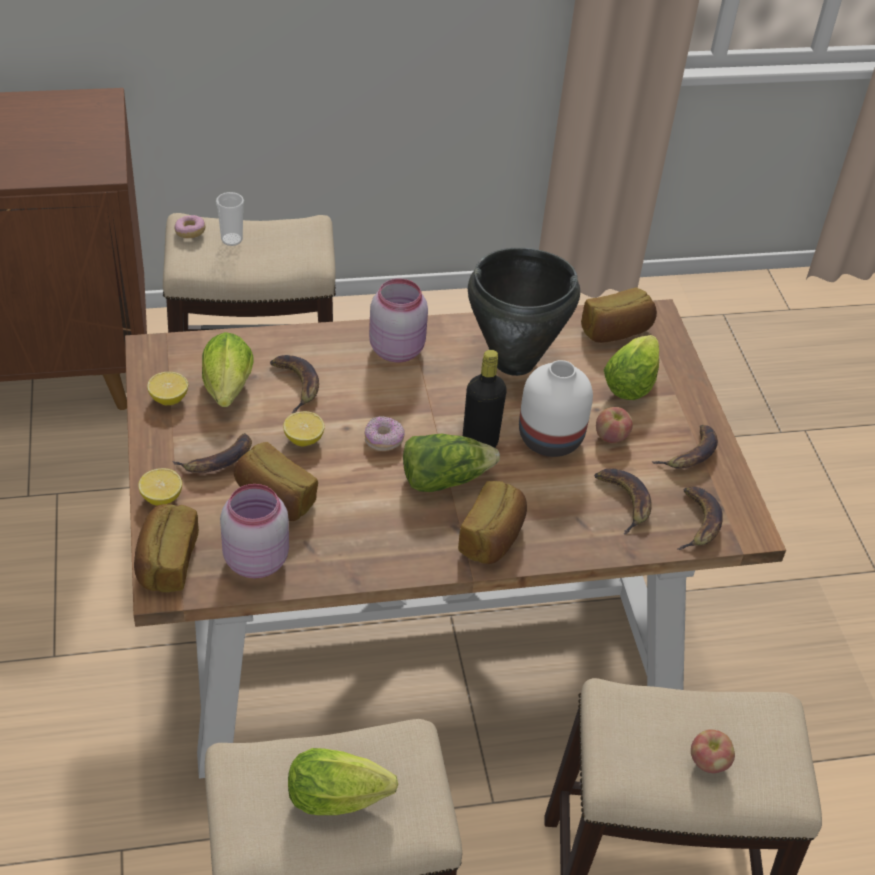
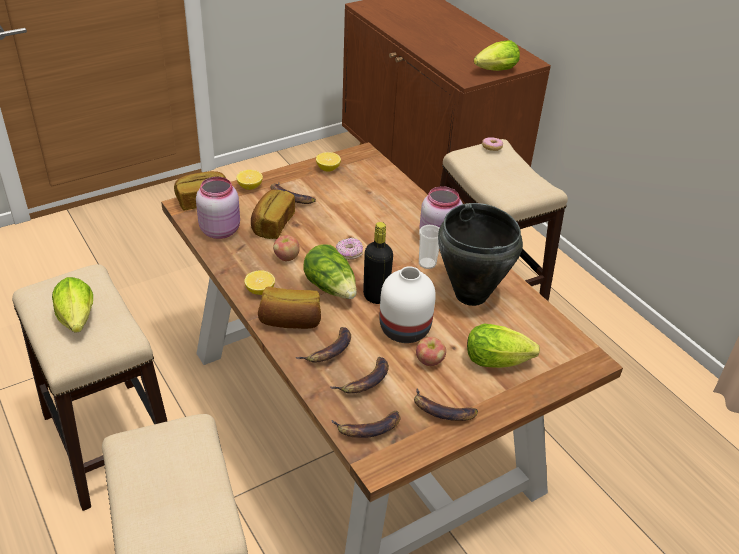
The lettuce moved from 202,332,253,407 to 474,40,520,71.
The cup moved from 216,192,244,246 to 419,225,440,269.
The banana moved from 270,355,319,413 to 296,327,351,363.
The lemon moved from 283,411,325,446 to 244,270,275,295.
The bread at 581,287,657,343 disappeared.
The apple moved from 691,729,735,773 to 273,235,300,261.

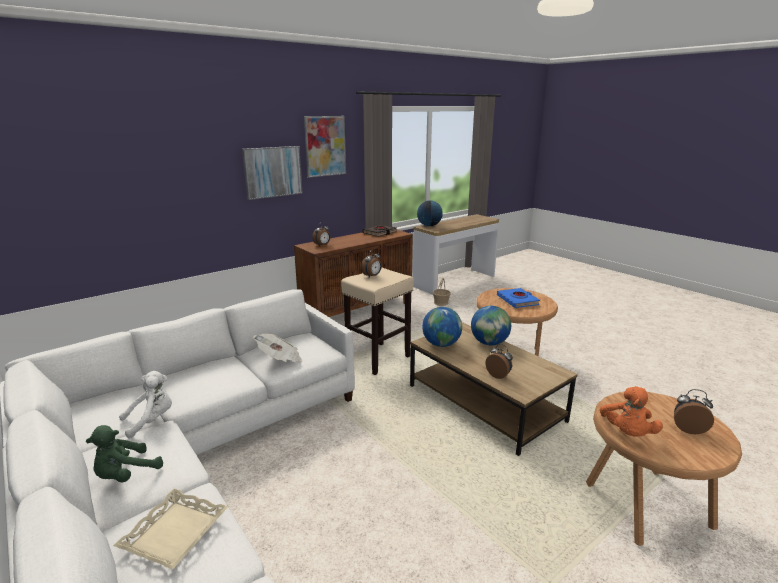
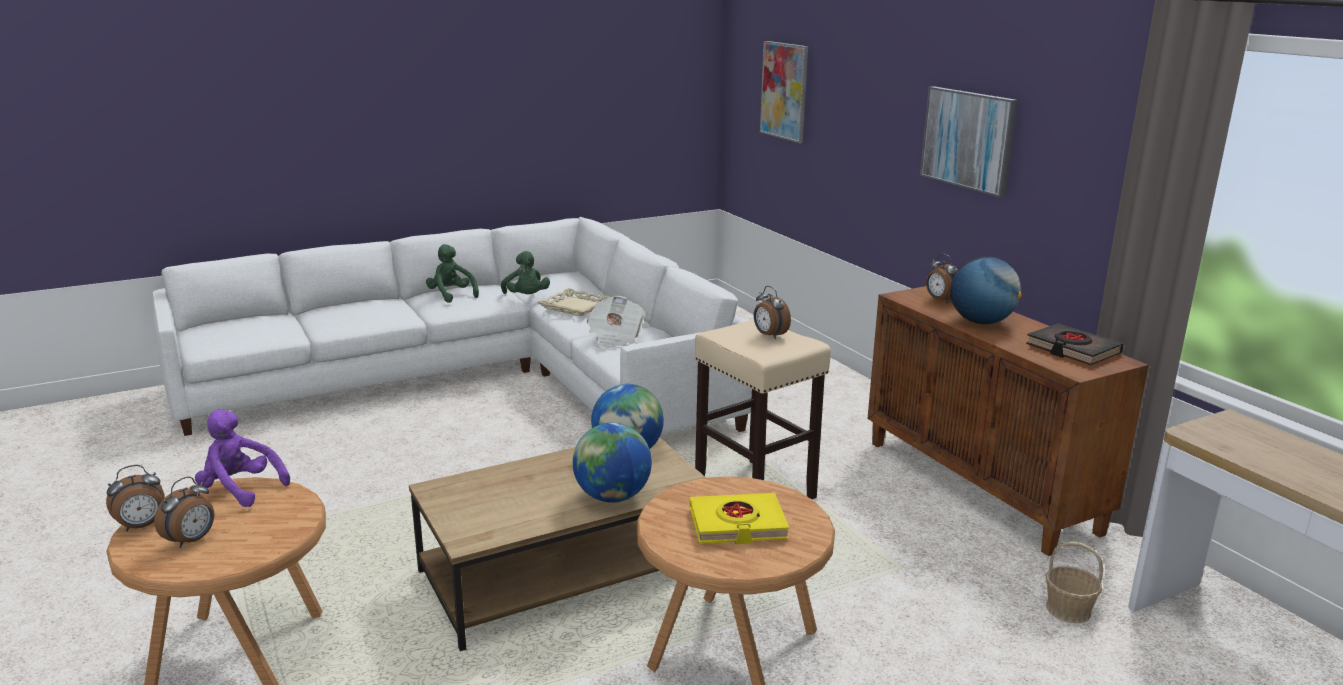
The beige tray moved from 113,488,229,570 to 537,288,610,316.
The white plush toy at 119,371,172,439 became the green plush toy at 501,251,550,294.
The picture moved from 304,116,346,178 to 760,41,808,143.
The globe moved from 417,200,443,226 to 951,257,1022,324.
The alarm clock moved from 485,344,513,379 to 106,465,165,531.
The blue book at 497,288,540,308 became the yellow book at 689,493,789,544.
The orange plush toy at 600,386,663,437 became the purple plush toy at 195,409,290,507.

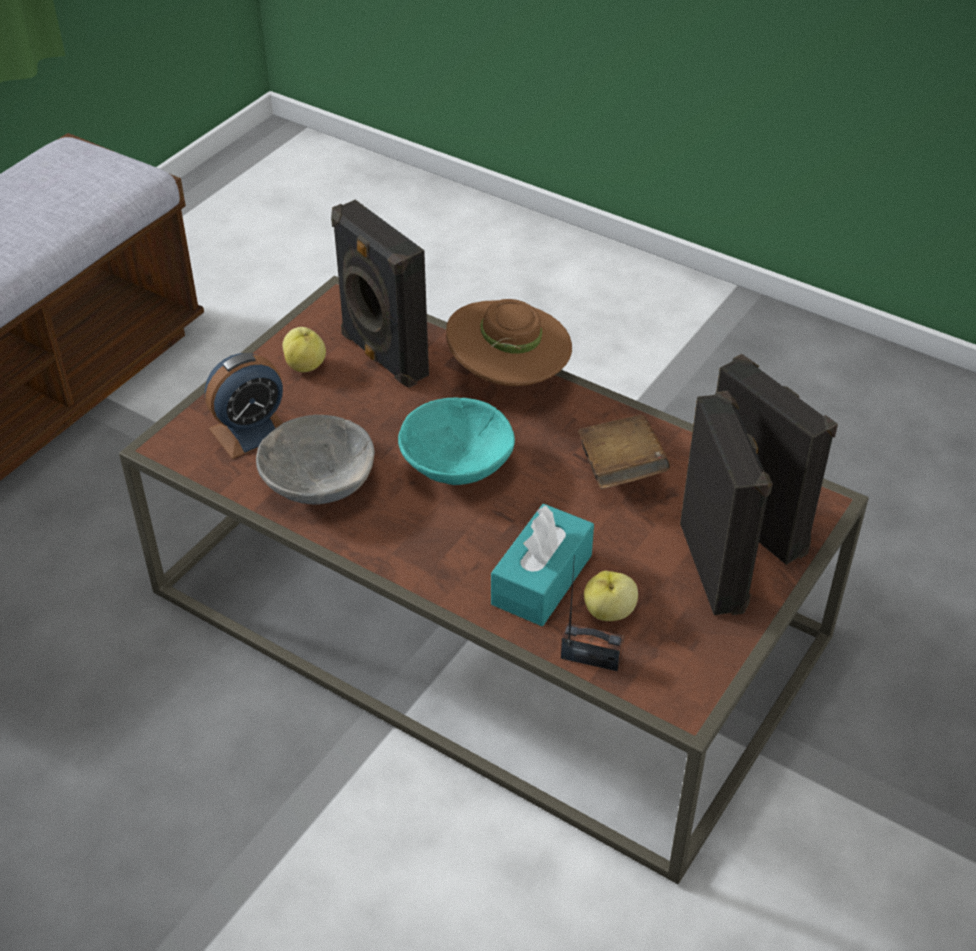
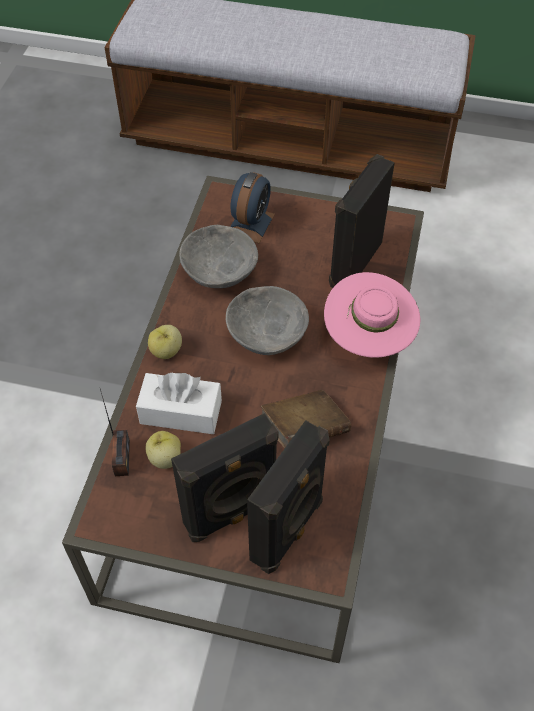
The alarm clock at 205,353,283,459 turned 105 degrees counterclockwise.
The apple moved from 282,327,326,372 to 148,325,182,359.
The turquoise bowl at 398,398,515,485 became the grey bowl at 226,286,309,355.
The brown hat at 446,299,572,386 became the pink hat at 324,272,420,358.
The turquoise tissue box at 491,504,594,626 became the white tissue box at 136,372,222,434.

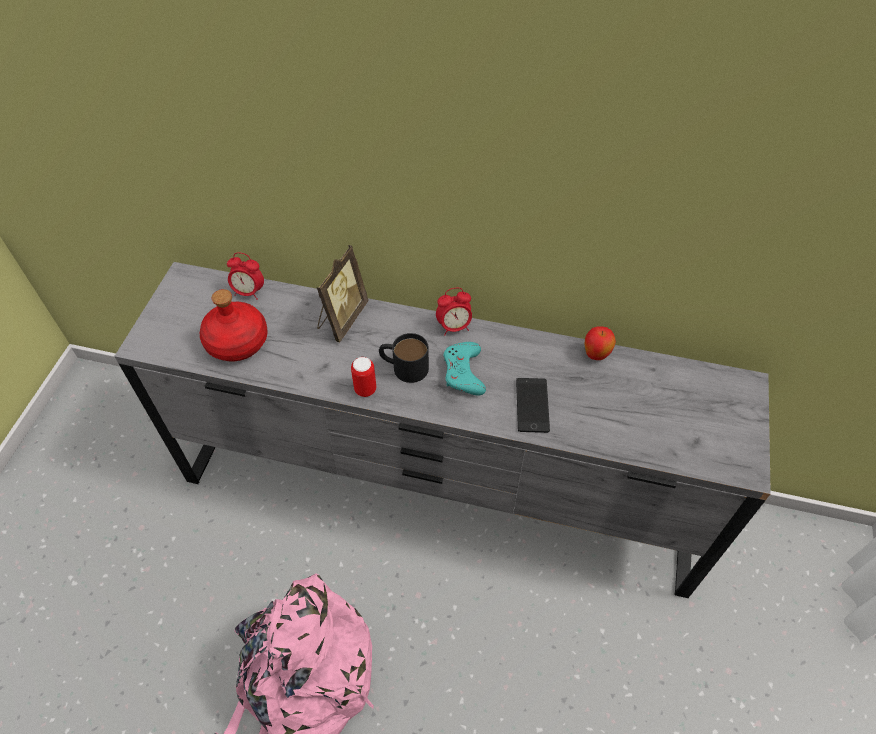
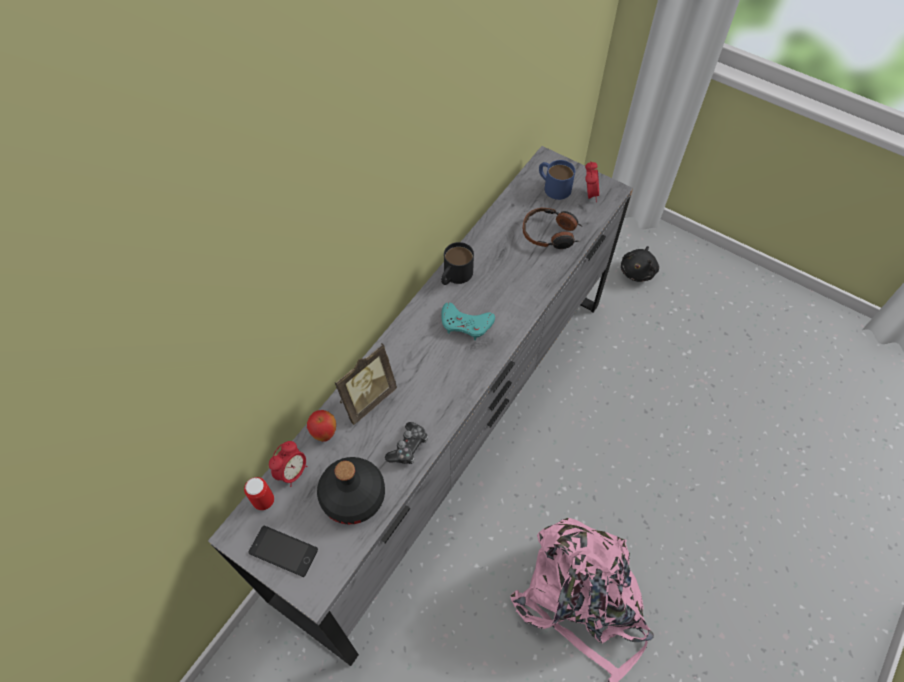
The red bottle at 200,289,268,361 became the black bottle at 317,457,385,524.
The picture frame at 316,245,368,342 turned 90 degrees clockwise.
The can moved from 351,357,376,397 to 244,477,274,510.
The black mug moved from 379,333,429,383 to 441,242,474,285.
The alarm clock moved from 436,287,472,336 to 585,162,599,202.
The phone moved from 516,378,550,433 to 248,526,318,577.
The apple moved from 584,326,616,360 to 307,410,336,442.
The game controller at 385,422,428,464 appeared.
The headphones at 523,208,581,249 appeared.
The blue mug at 539,160,575,200 appeared.
The black plush toy at 621,246,659,282 appeared.

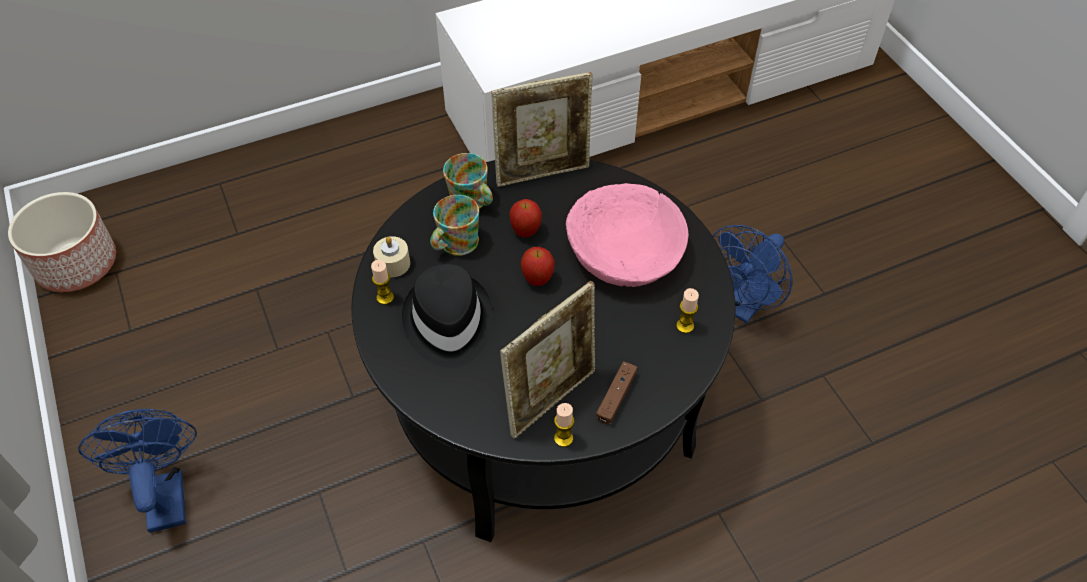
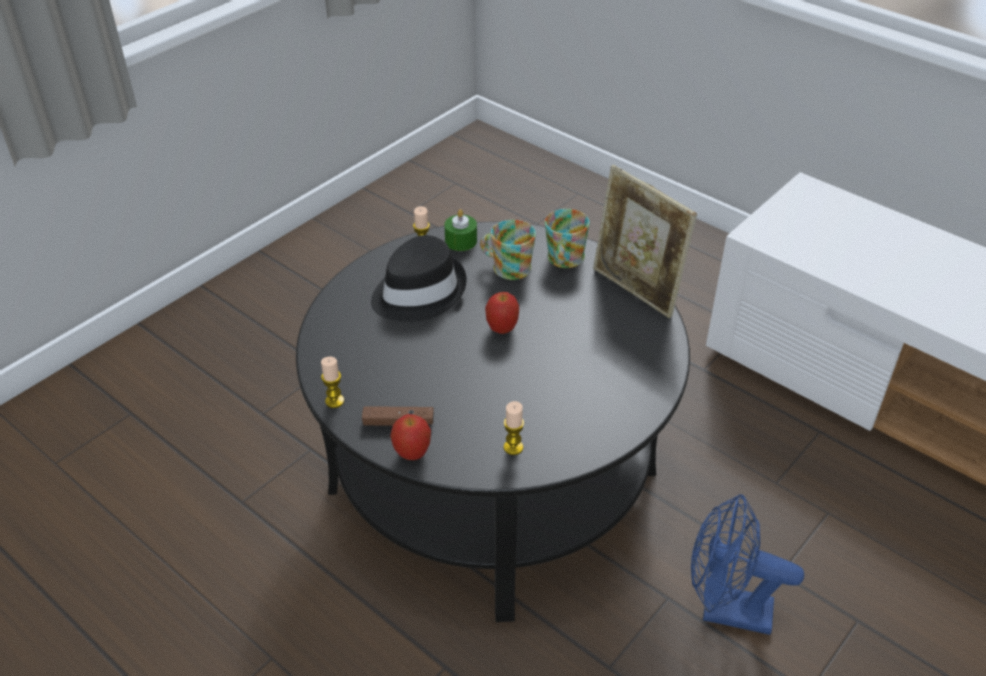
The planter at 8,192,116,292 disappeared.
The blue fan at 78,409,197,533 disappeared.
The beige candle at 373,236,410,277 became the green candle at 444,209,477,251.
The picture frame at 500,281,595,439 disappeared.
The apple moved from 510,199,542,237 to 390,414,431,460.
The pink bowl at 566,183,689,287 disappeared.

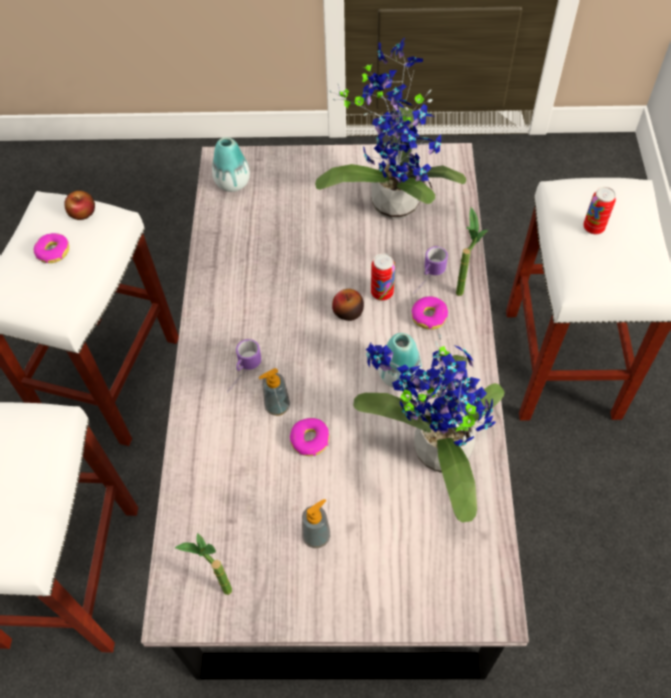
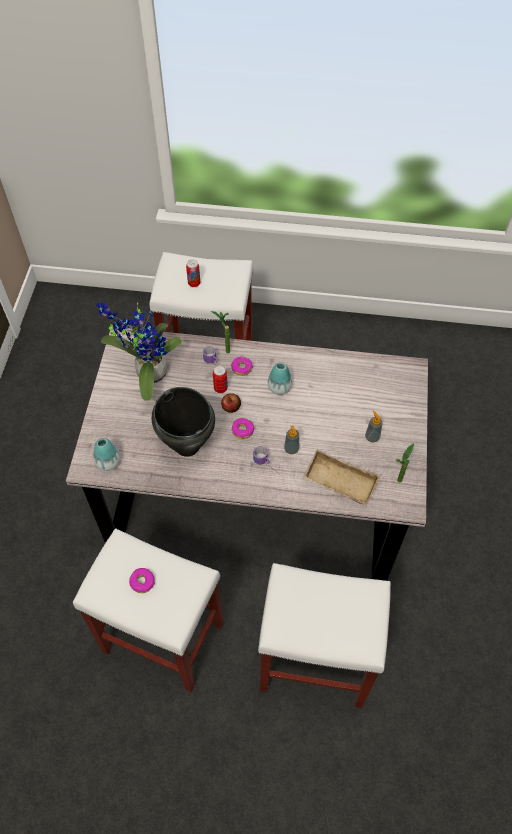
The apple at 64,190,95,220 disappeared.
The donut moved from 290,418,329,456 to 232,418,254,439.
The potted plant at 353,334,505,522 disappeared.
The black cooking pot at 152,387,215,457 appeared.
The beige tray at 302,450,381,505 appeared.

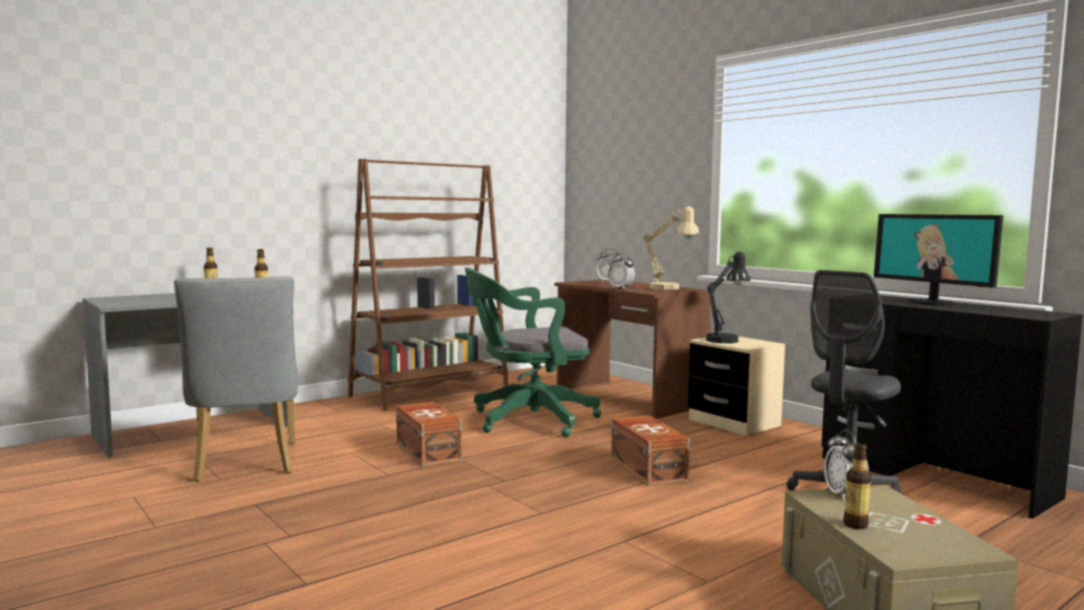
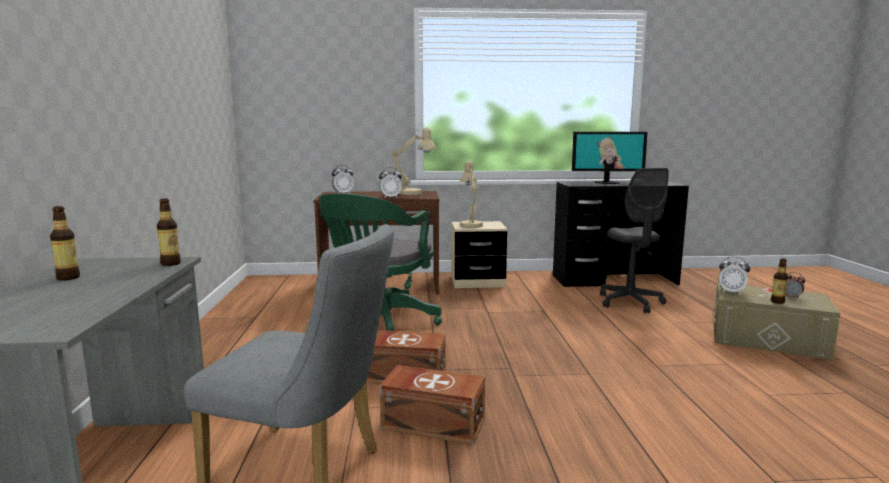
The brown bookcase at 348,159,508,411 disappeared.
The brown storage box moved from 611,415,690,486 to 380,365,485,445.
The black table lamp at 706,252,751,344 became the beige table lamp at 460,160,483,228.
The alarm clock at 785,272,806,299 appeared.

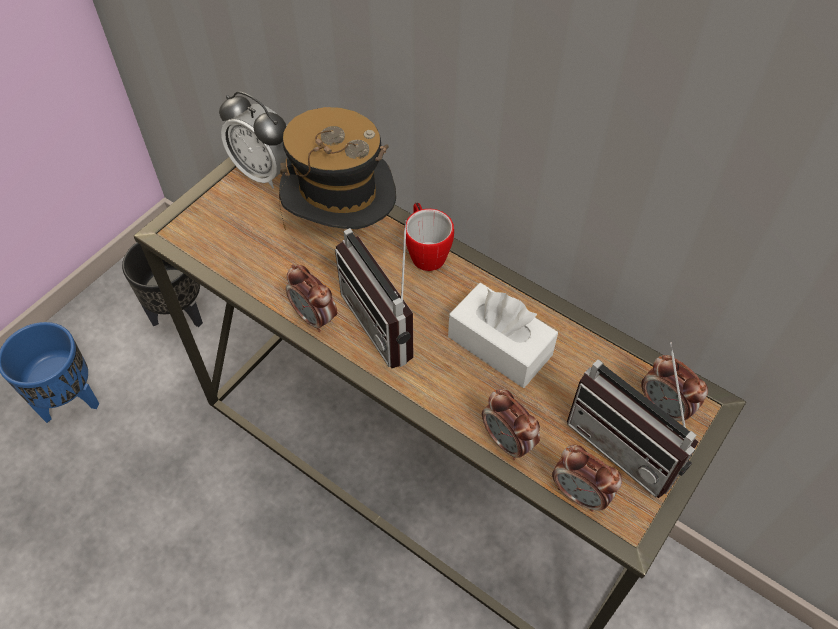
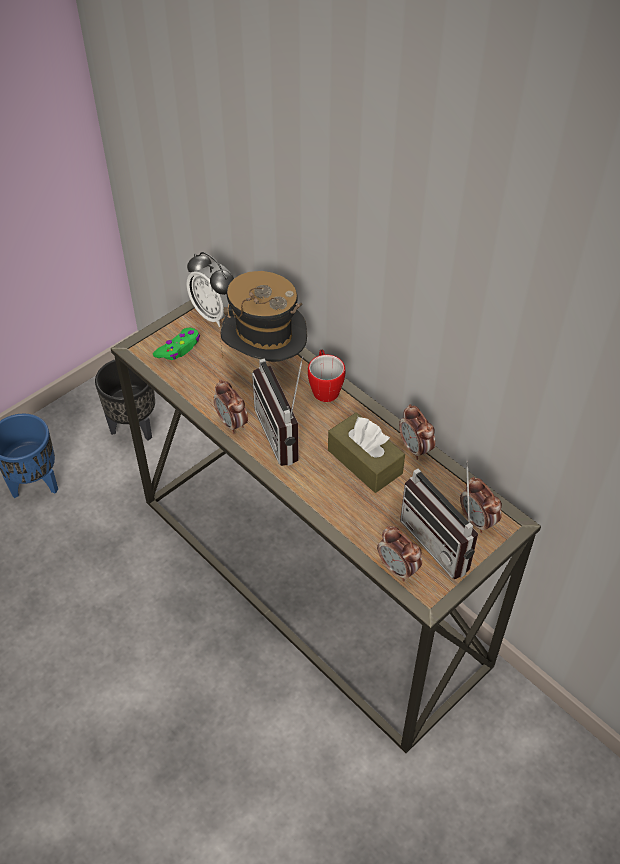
The white tissue box at 448,283,558,388 became the brown tissue box at 328,413,405,493.
The alarm clock moved from 482,389,540,460 to 399,404,435,460.
The green game controller at 153,328,200,360 appeared.

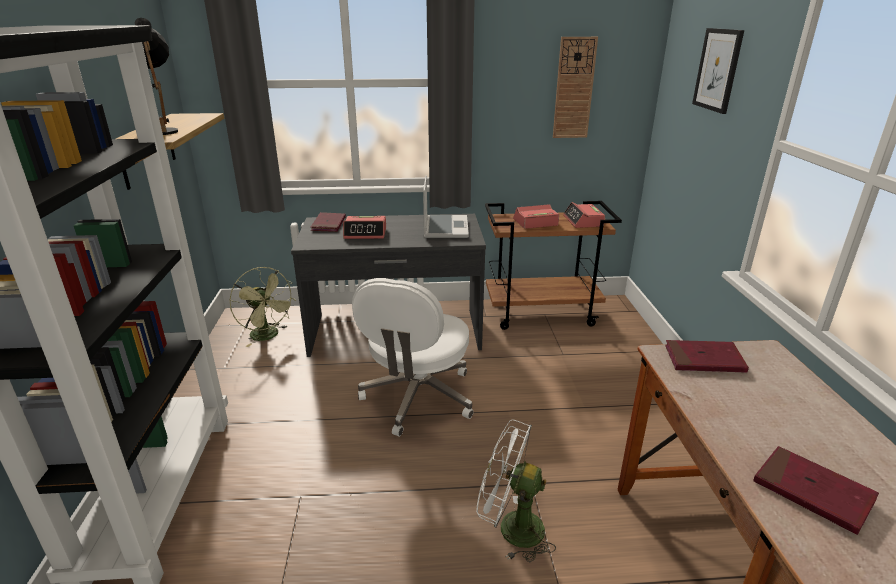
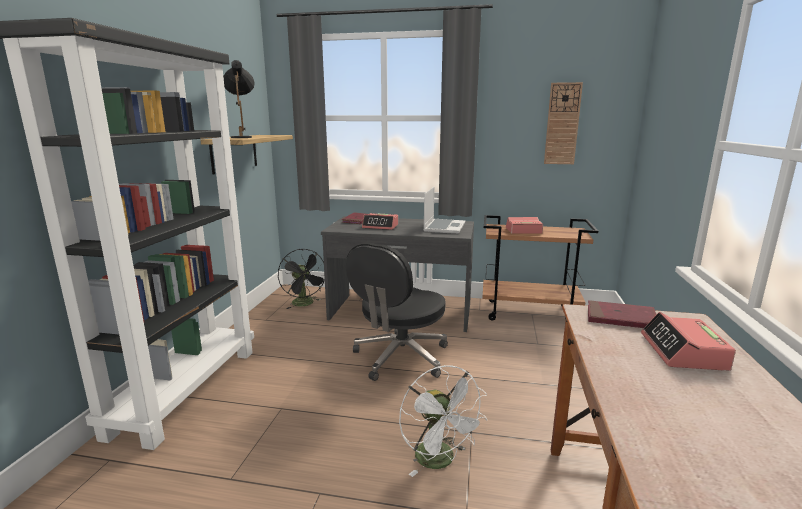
The green fan at 229,267,293,347 became the black fan at 278,249,325,309.
The white office chair at 352,278,474,437 became the black office chair at 346,243,448,381.
The white fan at 476,419,556,562 turned 150 degrees counterclockwise.
The alarm clock moved from 563,202,605,228 to 641,312,736,371.
The picture at 692,28,744,114 disappeared.
The red book at 753,446,879,535 disappeared.

